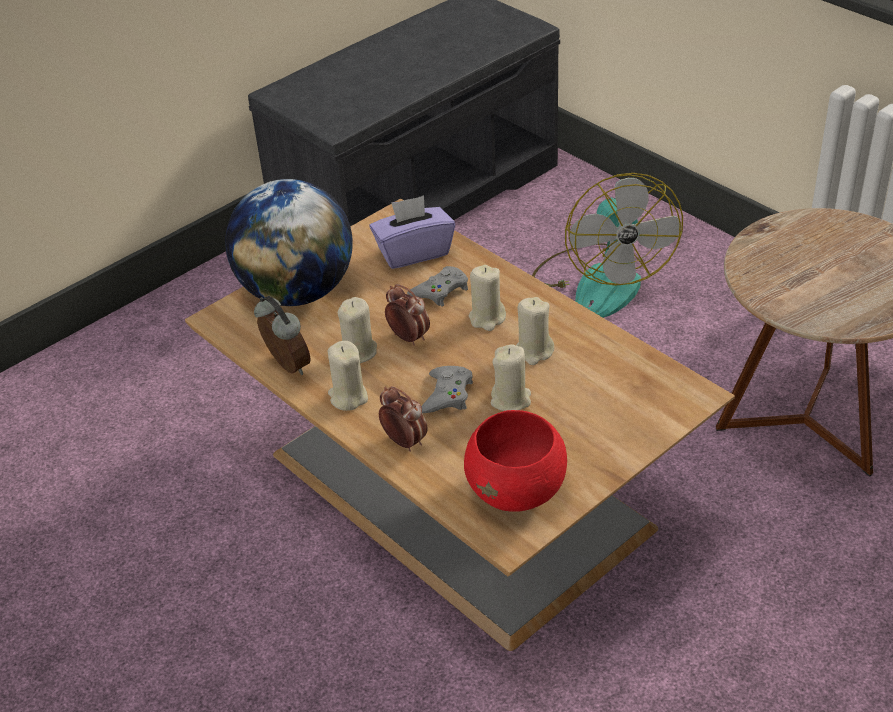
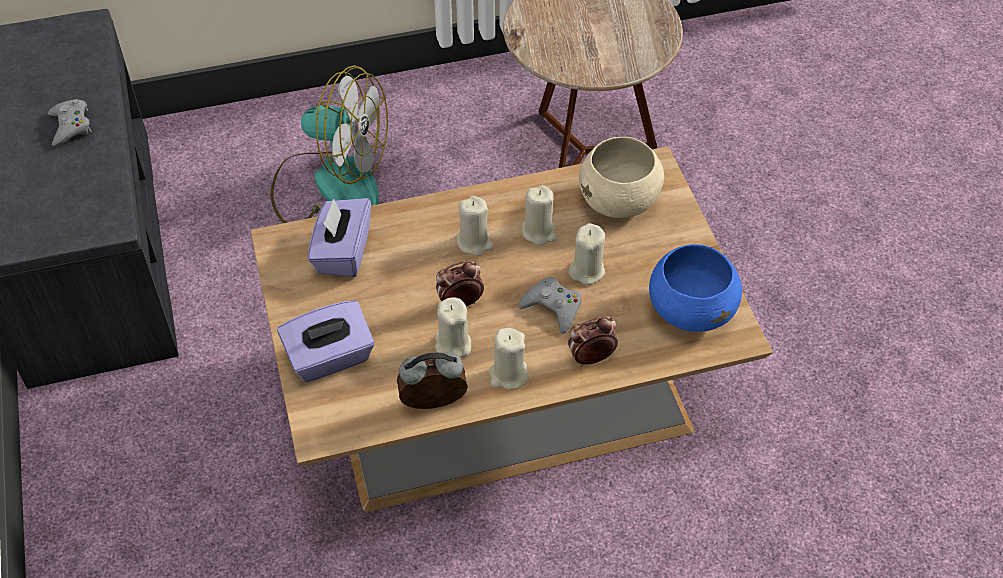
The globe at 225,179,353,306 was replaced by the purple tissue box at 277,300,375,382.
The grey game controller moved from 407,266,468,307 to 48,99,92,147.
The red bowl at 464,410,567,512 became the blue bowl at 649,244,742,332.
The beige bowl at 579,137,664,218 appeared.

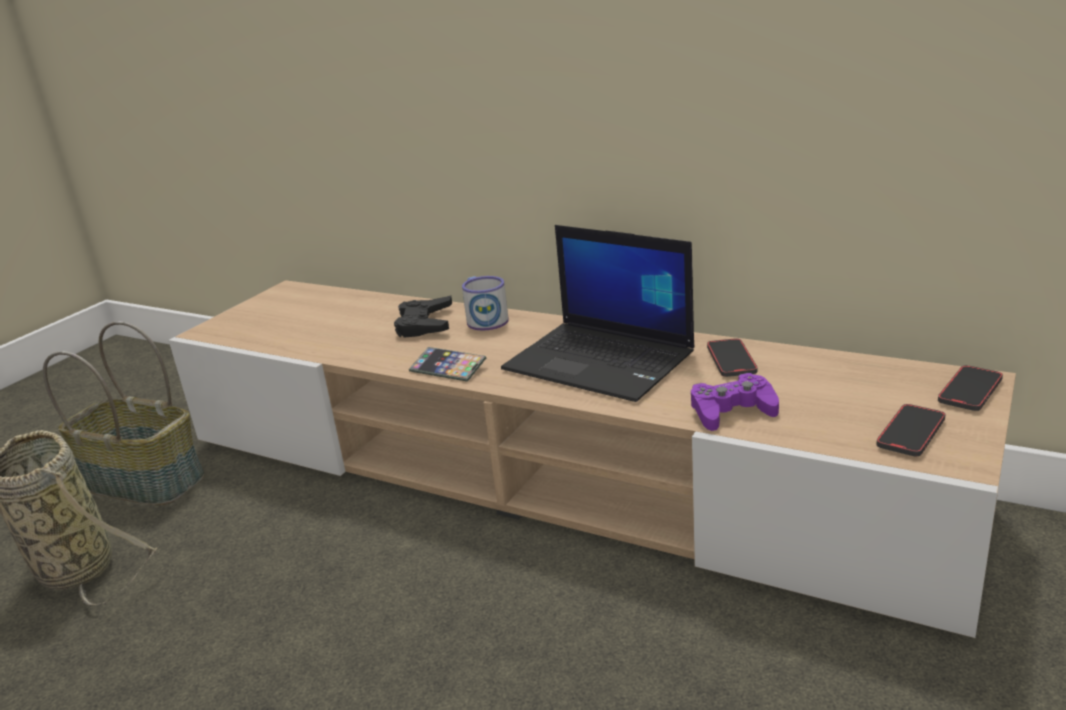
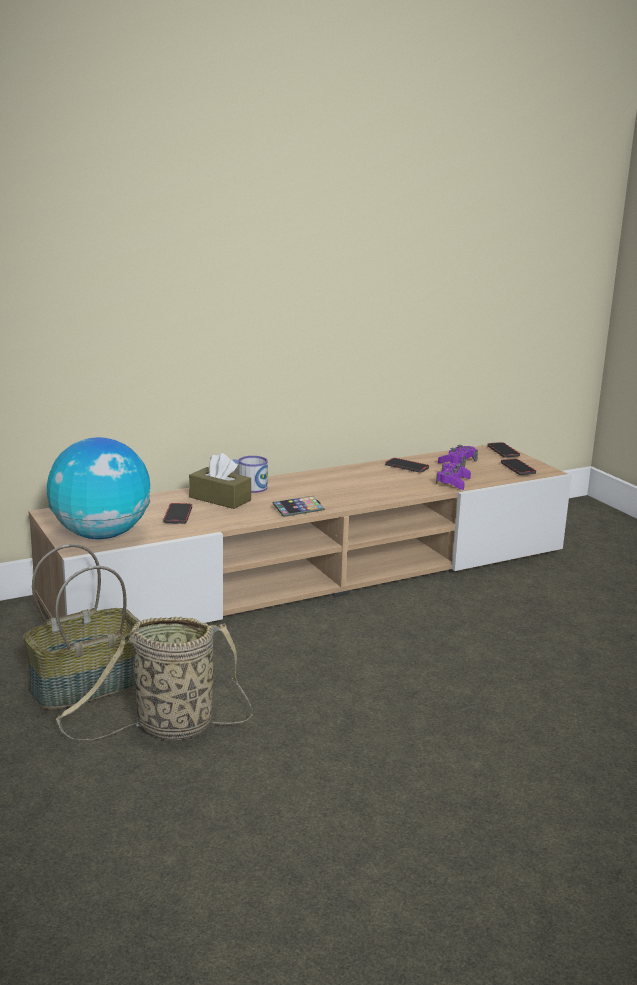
The black game controller at 394,296,452,338 was replaced by the brown tissue box at 189,453,251,509.
The laptop at 501,225,694,402 disappeared.
The globe at 47,437,150,539 appeared.
The phone at 163,503,192,524 appeared.
The purple game controller at 438,445,478,467 appeared.

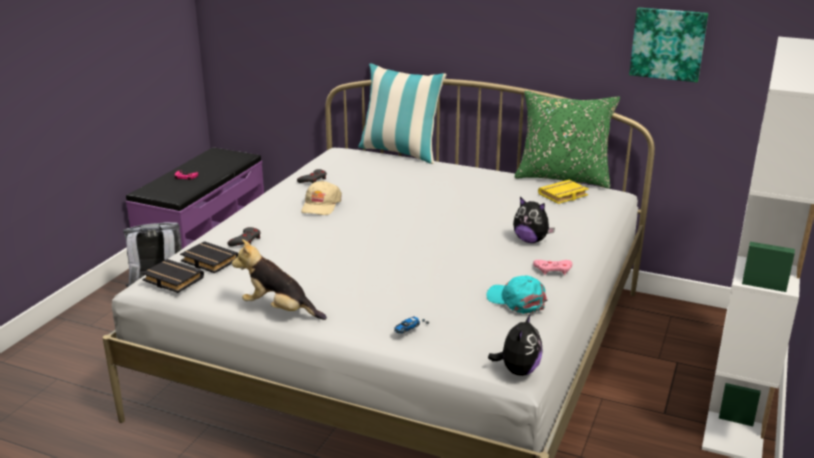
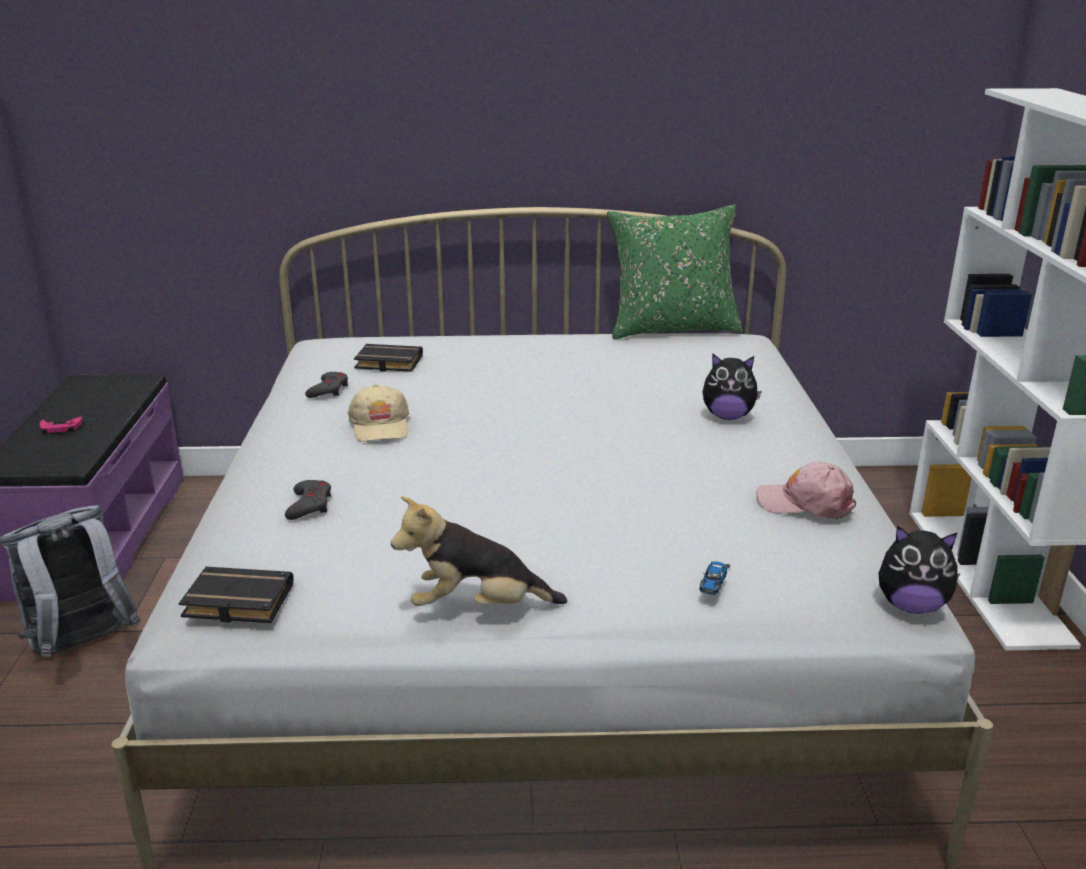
The black book moved from 180,241,238,273 to 354,344,423,372.
The pillow at 358,63,447,164 disappeared.
The turquoise cap at 486,275,547,314 became the pink cap at 756,462,856,519.
The plush toy at 488,313,543,376 turned 105 degrees clockwise.
The pink game controller at 533,260,572,275 disappeared.
The yellow book at 538,180,589,204 disappeared.
The picture at 629,7,708,82 disappeared.

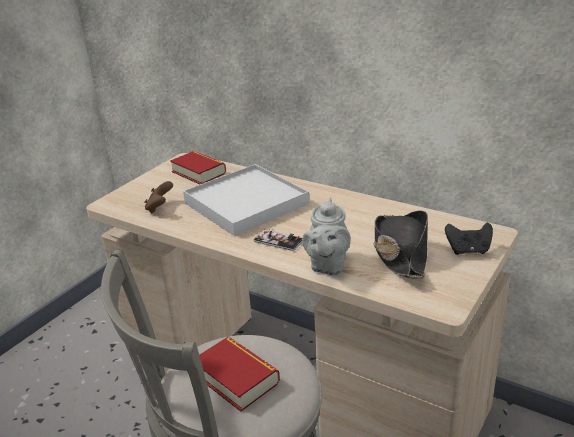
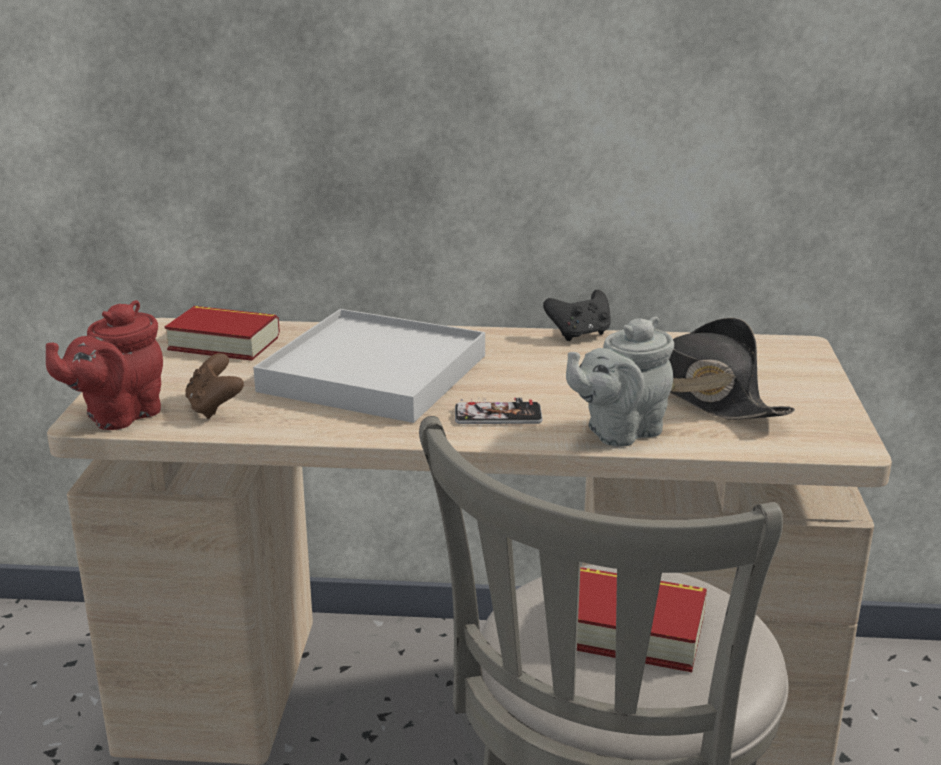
The grey teapot at 302,198,351,276 turned 75 degrees clockwise.
The black game controller moved from 445,223,493,255 to 543,290,611,341.
The red teapot at 46,300,163,430 appeared.

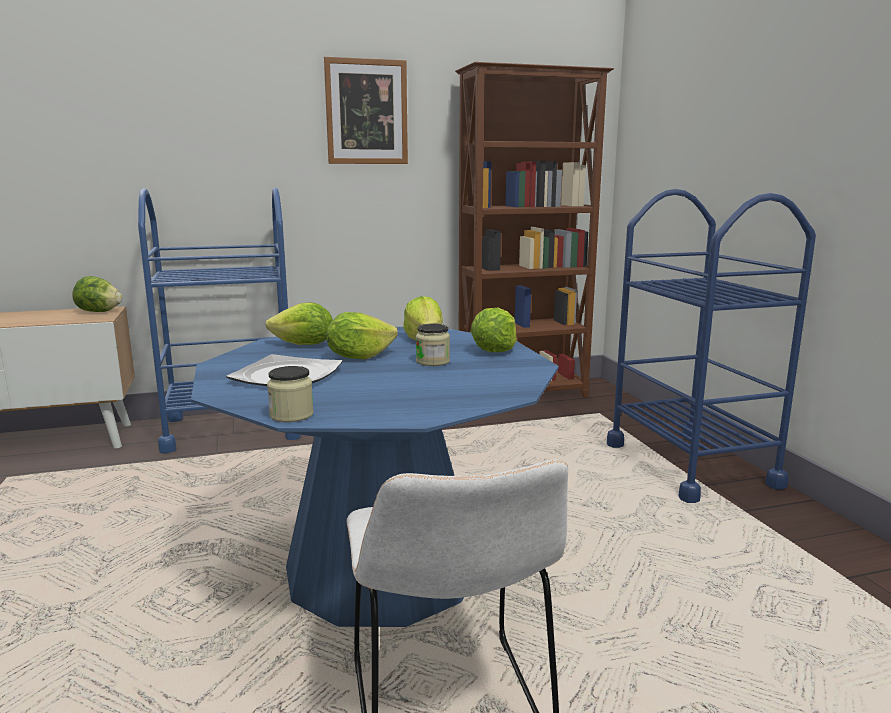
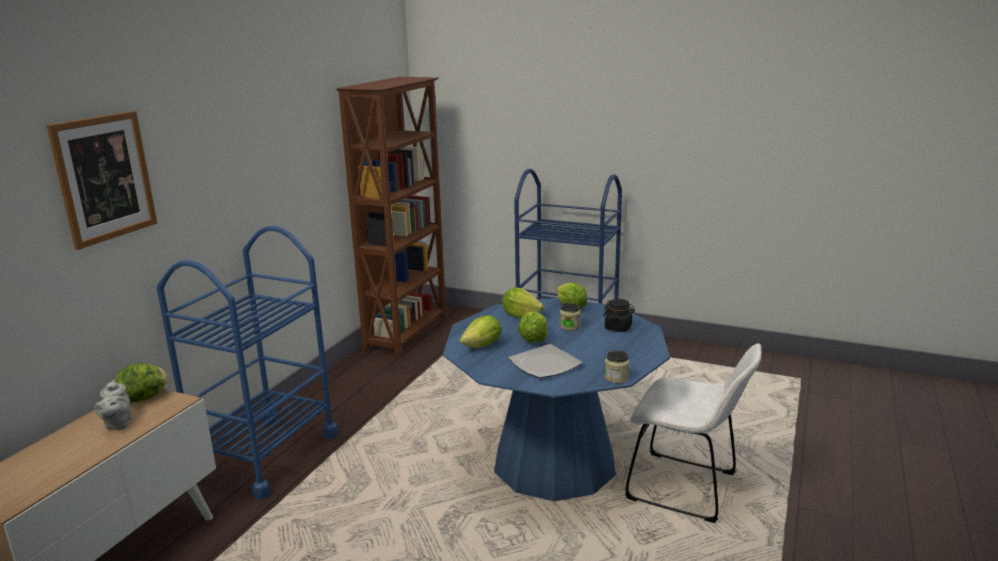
The picture moved from 324,57,408,164 to 47,111,157,250.
The grey teapot at 95,379,132,430 appeared.
The black jar at 603,299,635,332 appeared.

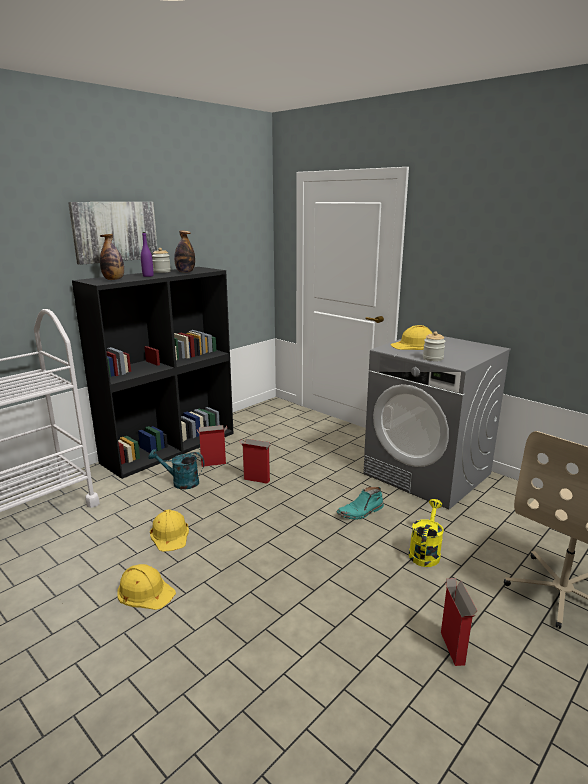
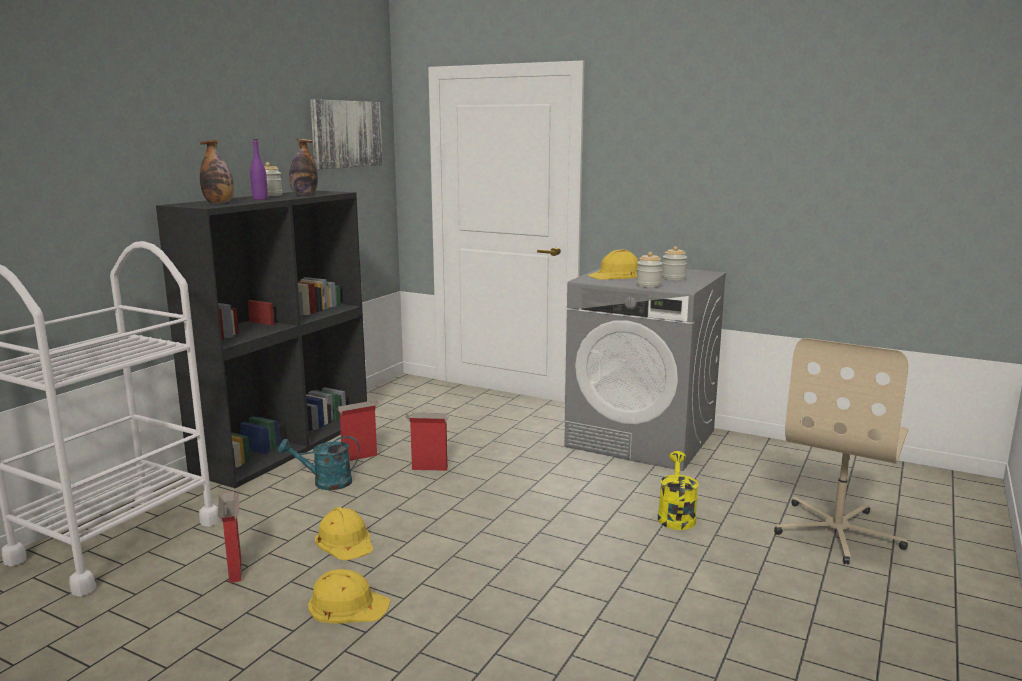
The picture moved from 68,202,158,265 to 310,99,383,169.
The turquoise boot at 337,487,384,520 disappeared.
The cardboard box moved from 441,578,478,666 to 218,491,242,583.
The jar at 662,246,687,280 appeared.

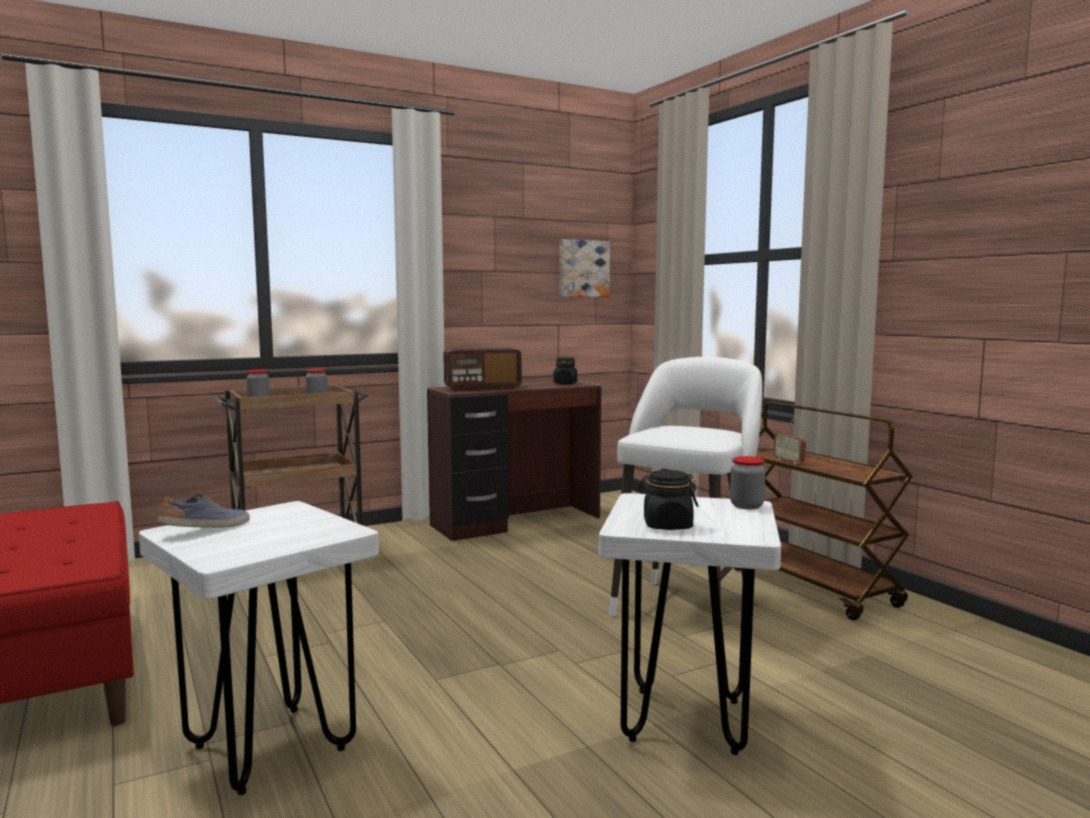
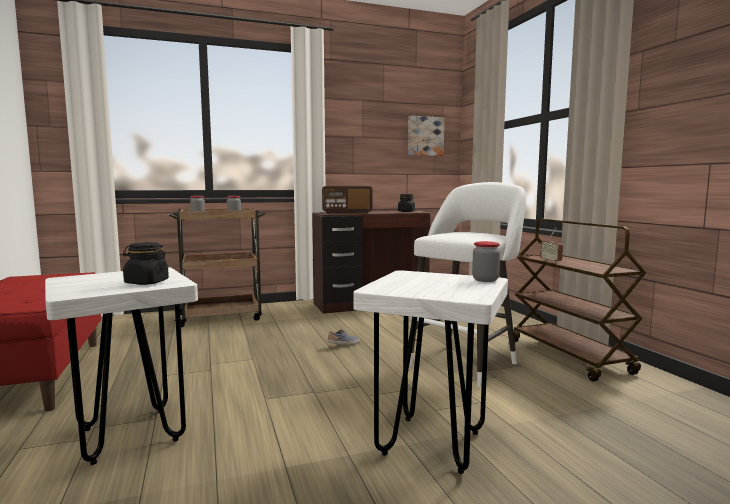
The shoe moved from 158,494,250,528 to 327,329,360,345.
The black jar moved from 638,470,698,530 to 123,242,169,285.

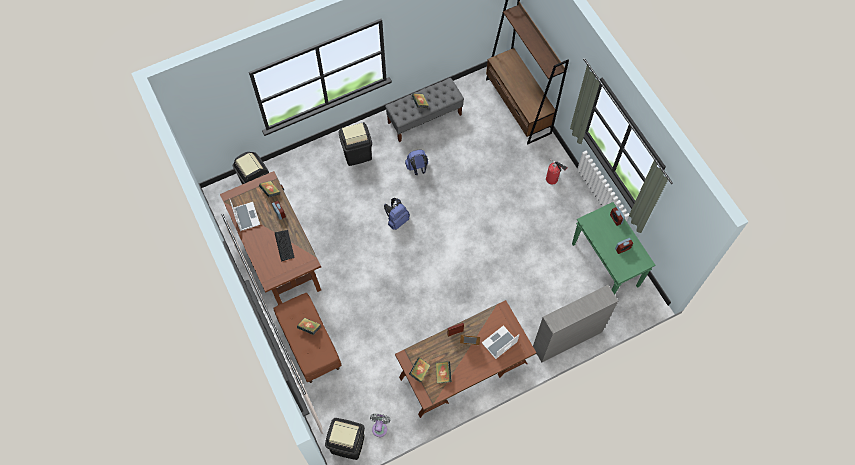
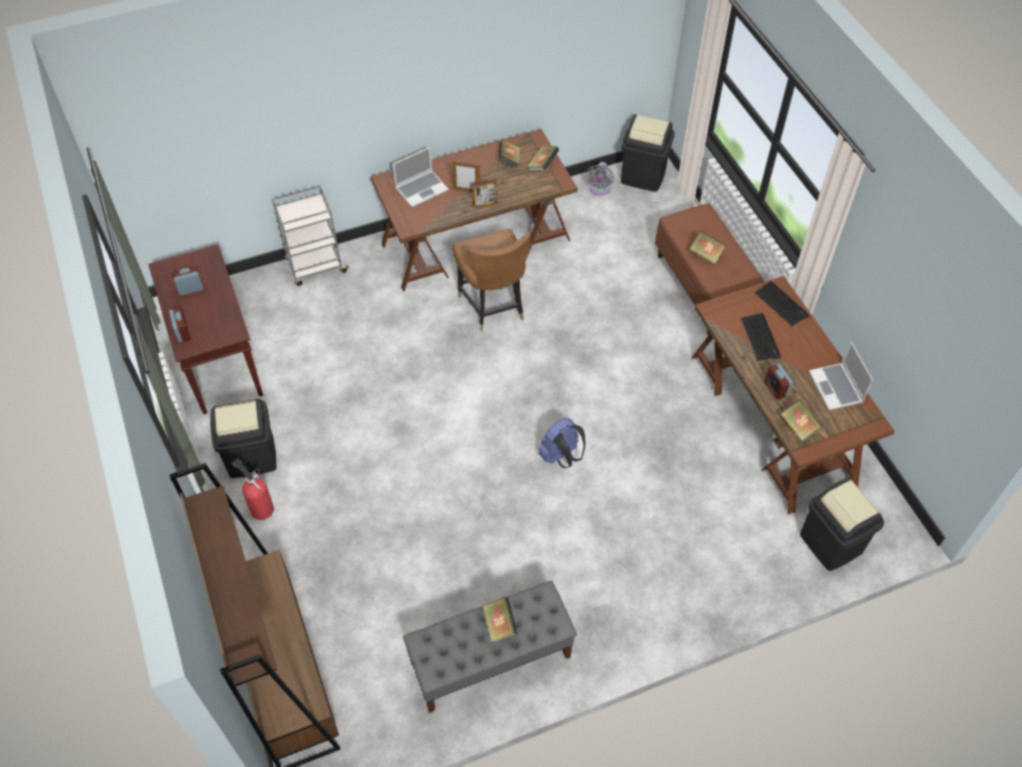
The black trash can moved from 338,122,372,166 to 211,399,277,478.
The blue backpack at 405,149,428,175 disappeared.
The grey bookcase at 533,285,618,362 was replaced by the grey cart at 272,185,350,286.
The green console table at 572,202,655,295 became the brown console table at 148,244,263,414.
The brown chair at 452,229,531,332 appeared.
The keyboard at 755,281,809,326 appeared.

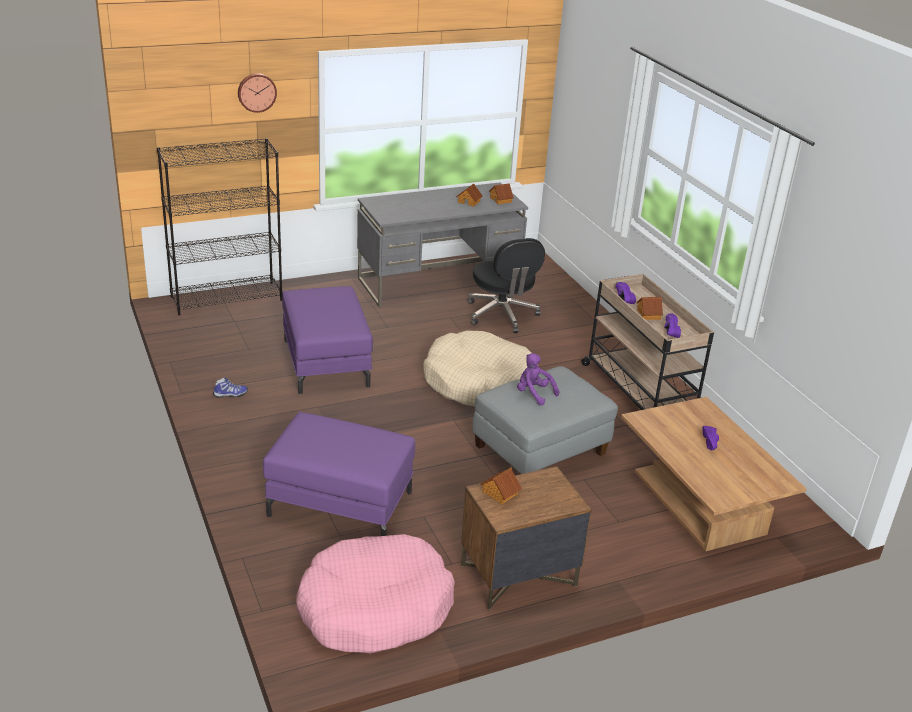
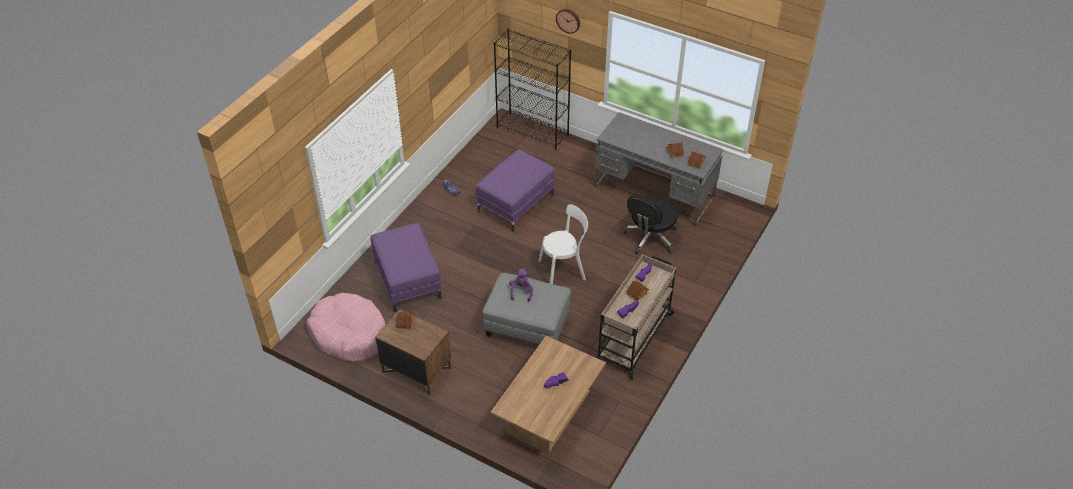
The beige dog bed at 423,330,538,407 was replaced by the white chair at 539,204,588,284.

